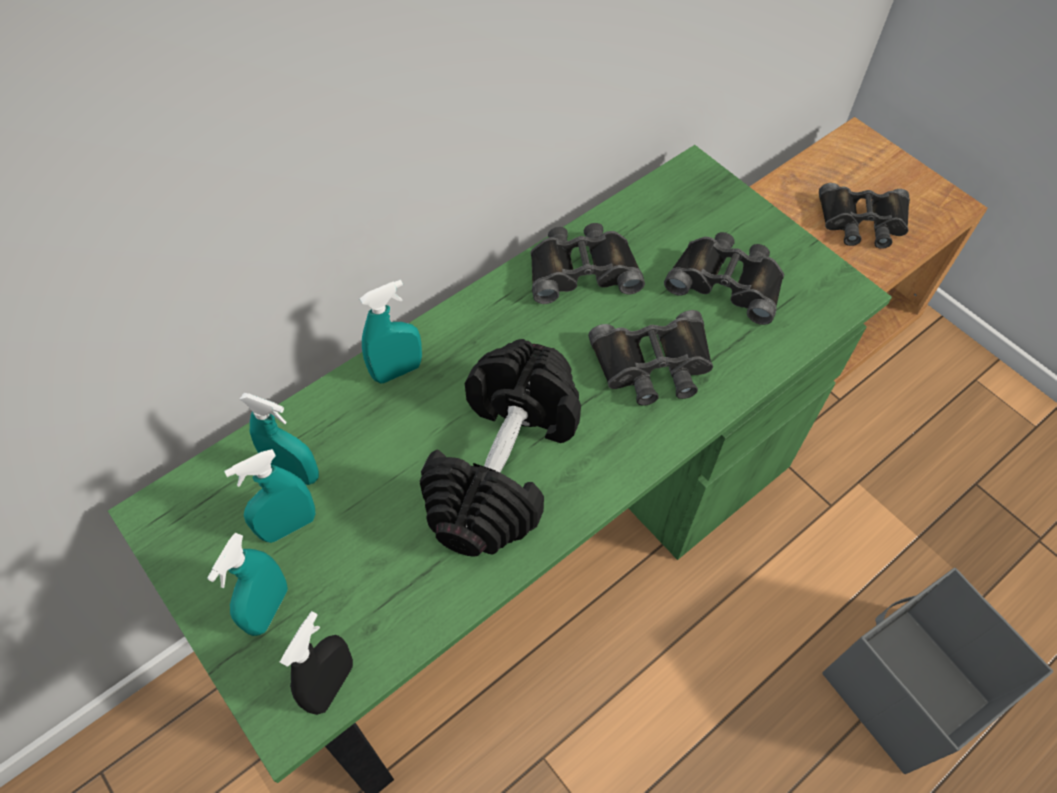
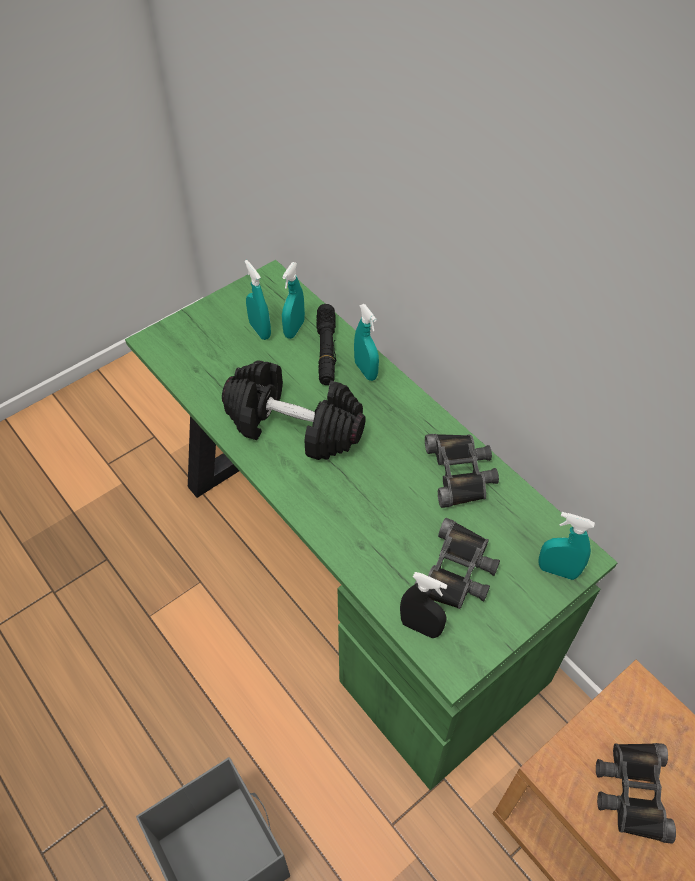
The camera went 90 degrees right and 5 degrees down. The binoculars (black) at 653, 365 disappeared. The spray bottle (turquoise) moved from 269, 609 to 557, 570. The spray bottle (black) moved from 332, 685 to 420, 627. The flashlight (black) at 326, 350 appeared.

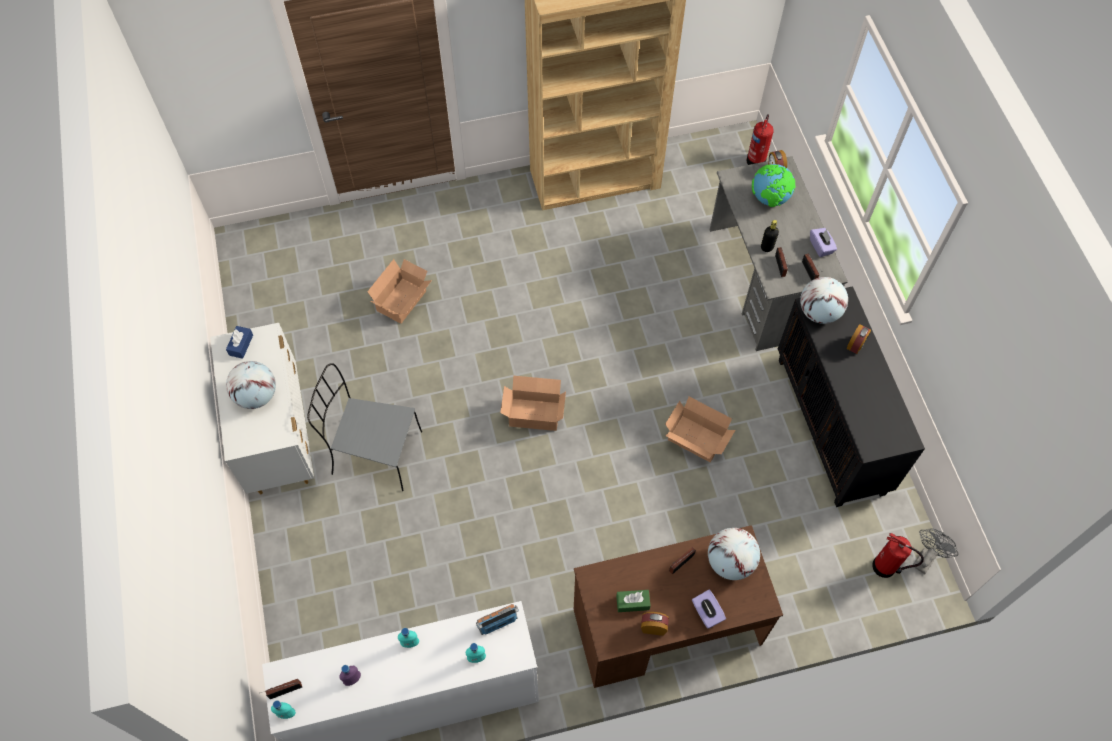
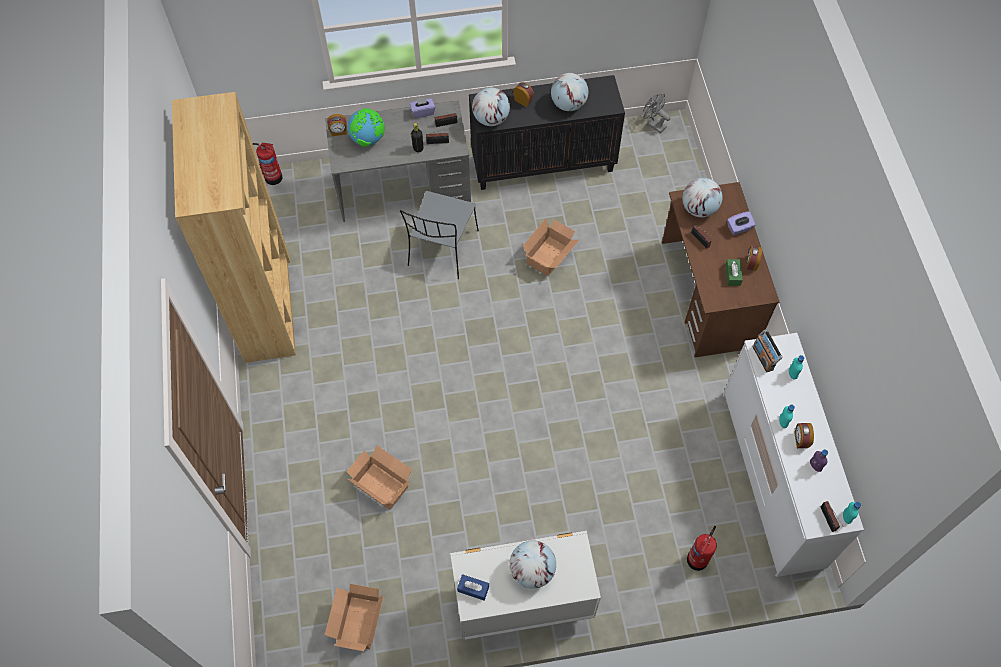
The camera went 85 degrees left and 0 degrees up. The chair (grey) moved from 374, 452 to 442, 249. The cardboard box moved from 533, 412 to 358, 623. The fire extinguisher moved from 885, 567 to 698, 558. The globe at 568, 104 appeared. The alarm clock at 800, 440 appeared.

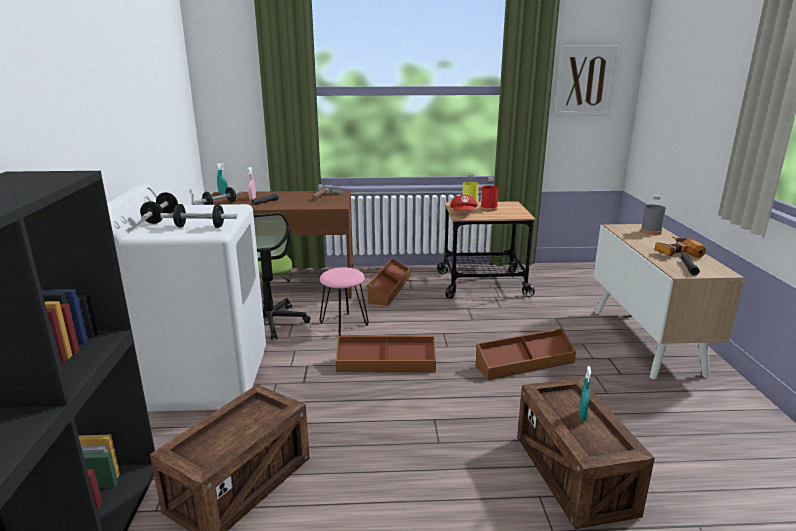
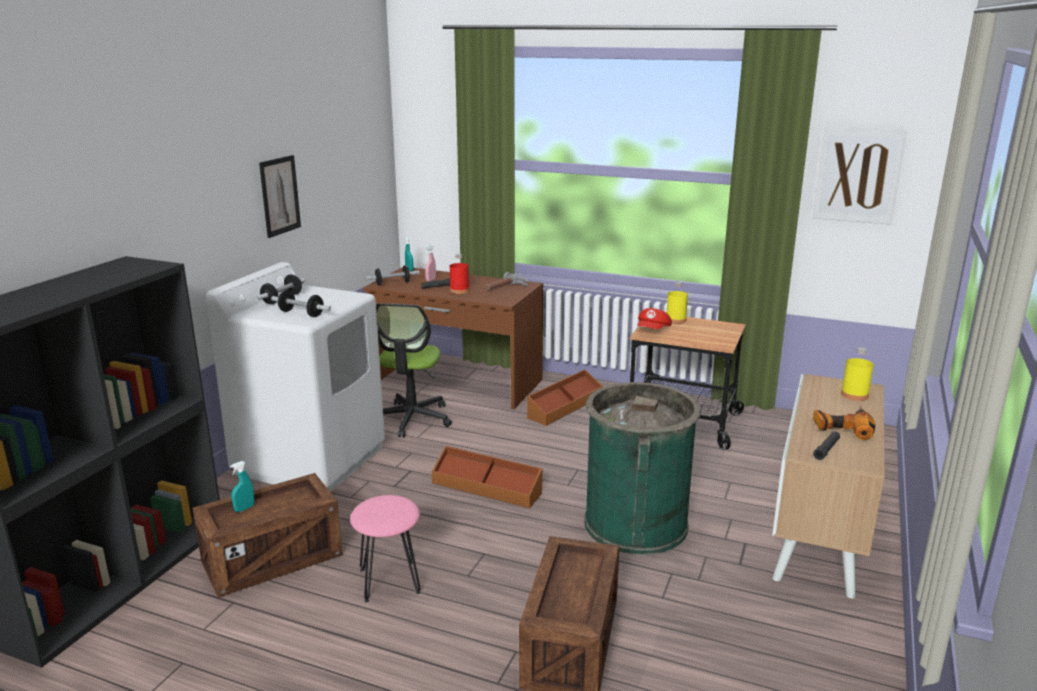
The camera went 25 degrees right and 0 degrees up. The bottle (red) moved from 489, 209 to 459, 290. The bottle (grey) at 651, 232 became the bottle (yellow) at 854, 395. The stool (pink) moved from 343, 324 to 389, 580. The storage box (brown) at 524, 363 was replaced by the trash can (green) at 635, 524. The spray bottle (turquoise) moved from 582, 415 to 244, 508. The picture at 280, 196 appeared.

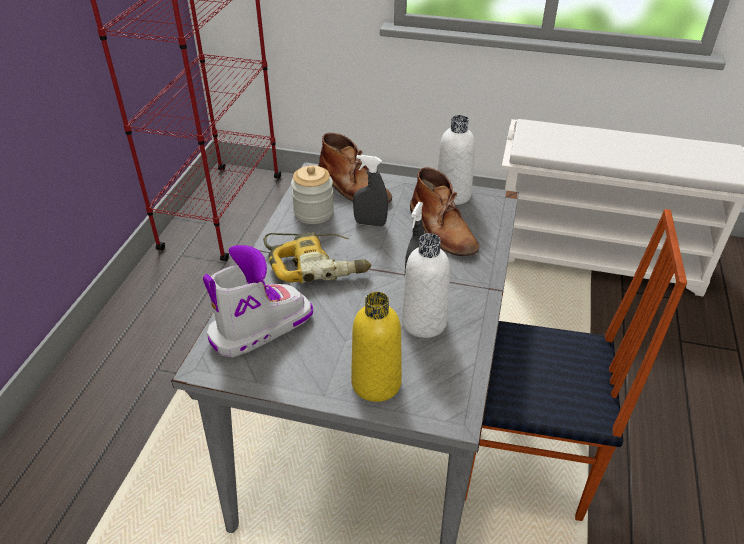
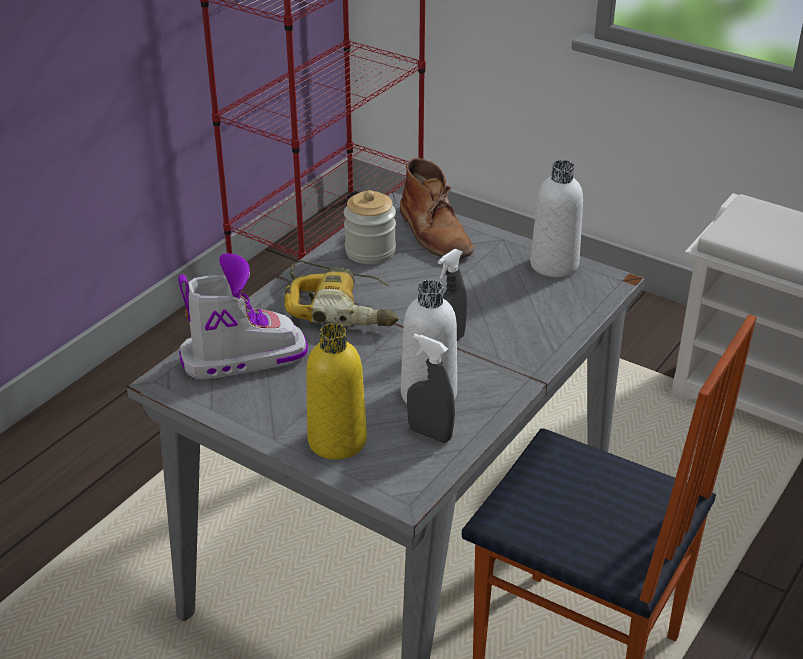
The camera went 20 degrees right and 5 degrees down. The spray bottle (grey) moved from 370, 223 to 430, 434. The boot (brown) at 442, 230 disappeared.

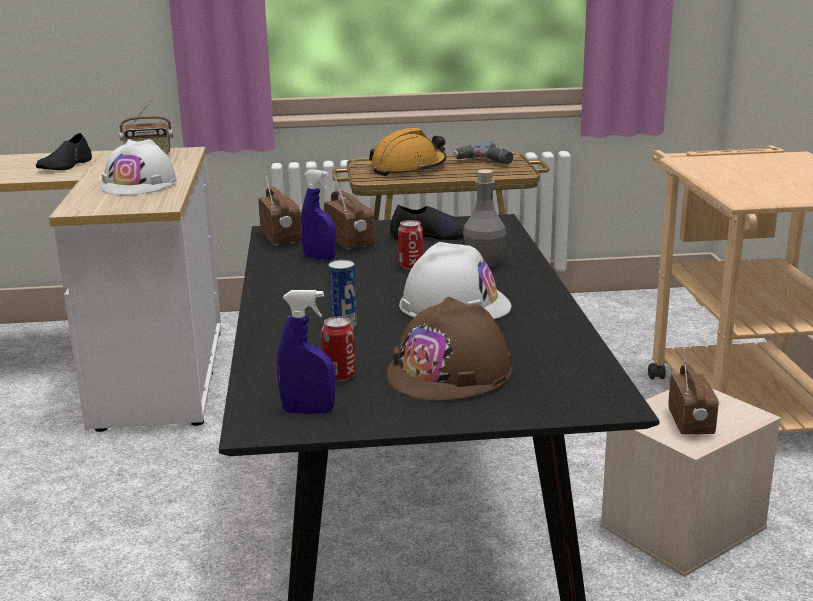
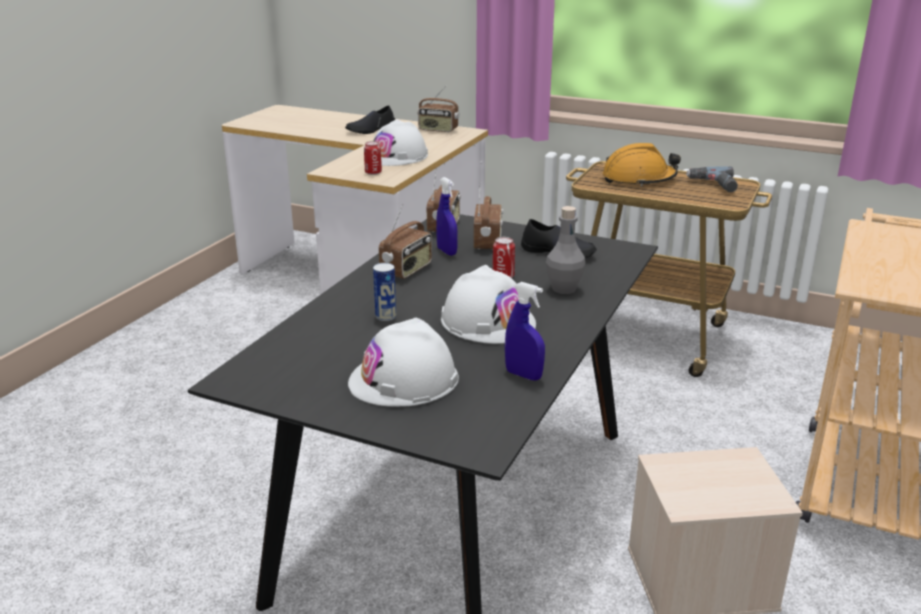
The camera went 30 degrees right and 5 degrees up. The spray bottle (blue) moved from 308, 411 to 523, 375. The hard hat (brown) at 450, 372 became the hard hat (white) at 404, 380. The can moved from 339, 376 to 373, 172. The radio moved from 691, 423 to 407, 270.

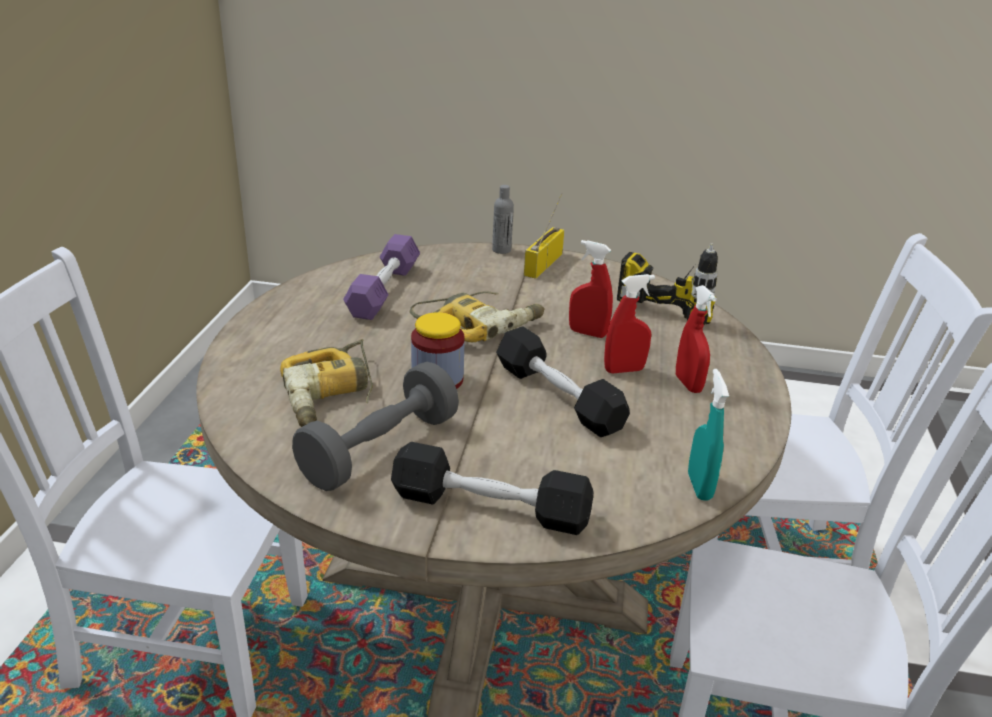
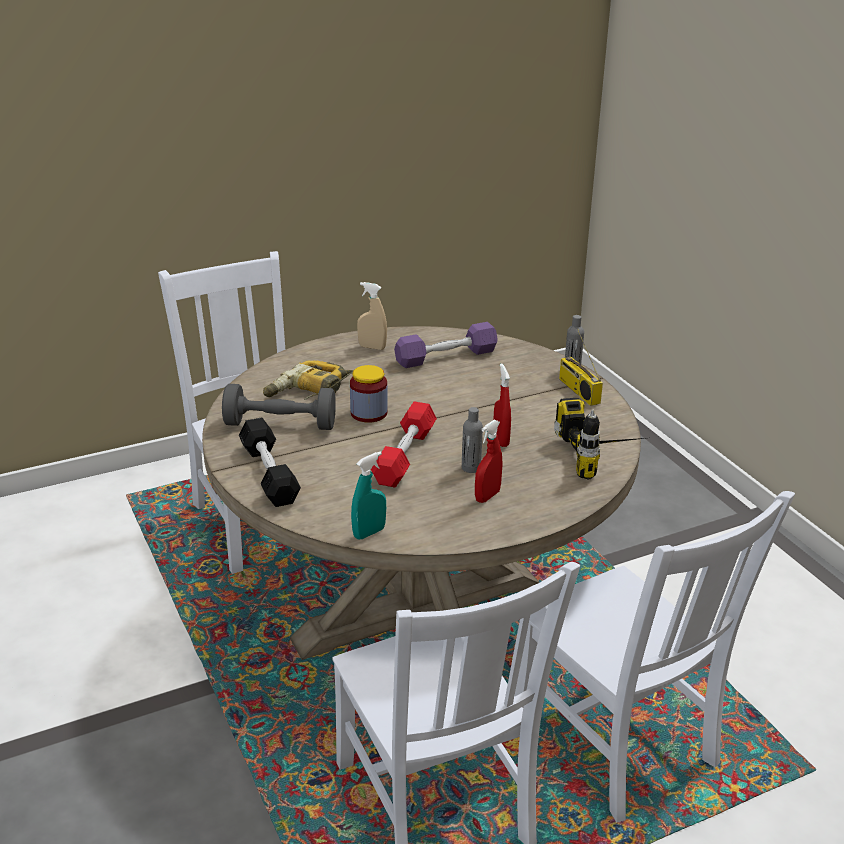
The camera went 55 degrees right and 0 degrees up. The radio at 543, 263 turned 105 degrees counterclockwise. The spray bottle (red) at 624, 370 was replaced by the bottle (grey) at 471, 468. The power drill at 479, 325 disappeared. The dumbbell (black) at 558, 397 became the dumbbell (red) at 404, 456. The spray bottle (beige) at 372, 347 appeared.

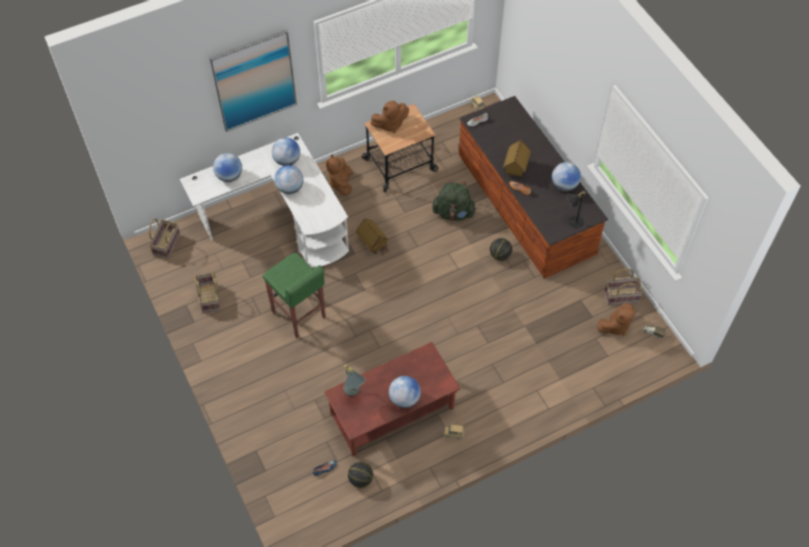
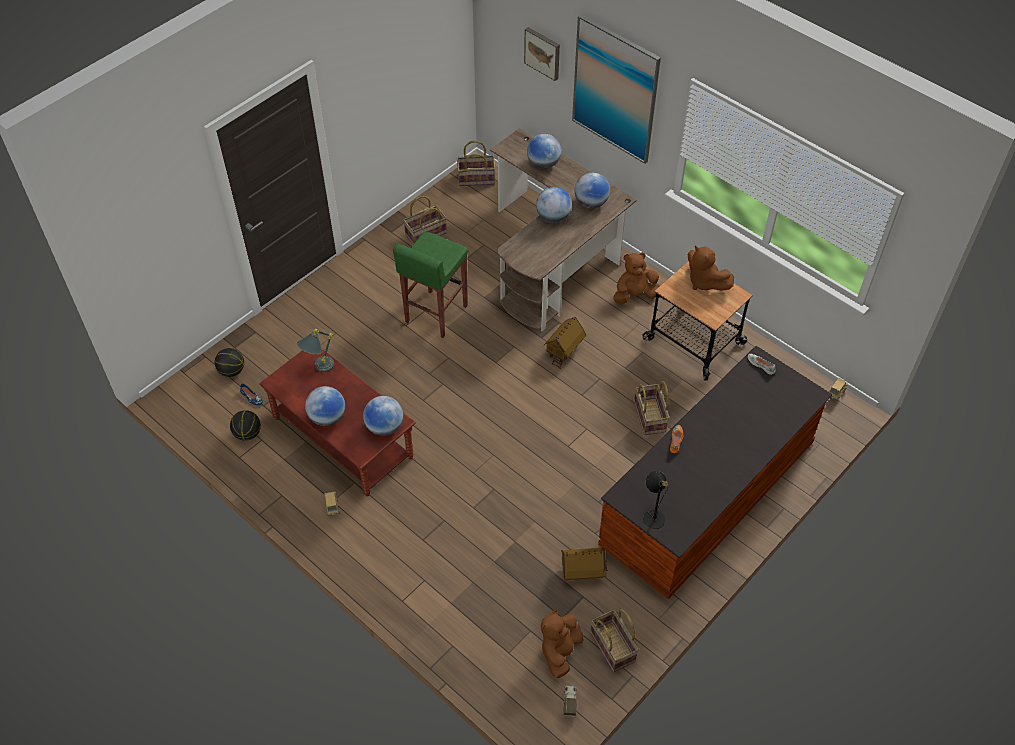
The camera went 70 degrees right and 5 degrees down. The desk (white) at 281, 220 became the desk (brown) at 554, 258. The toy house moved from 515, 167 to 582, 571. The globe moved from 564, 185 to 384, 427. The backpack (green) at 453, 213 was replaced by the basket at 650, 417. The basketball moved from 500, 255 to 232, 371. The plush toy (brown) at 615, 326 turned 75 degrees clockwise. The picture at 543, 53 appeared.

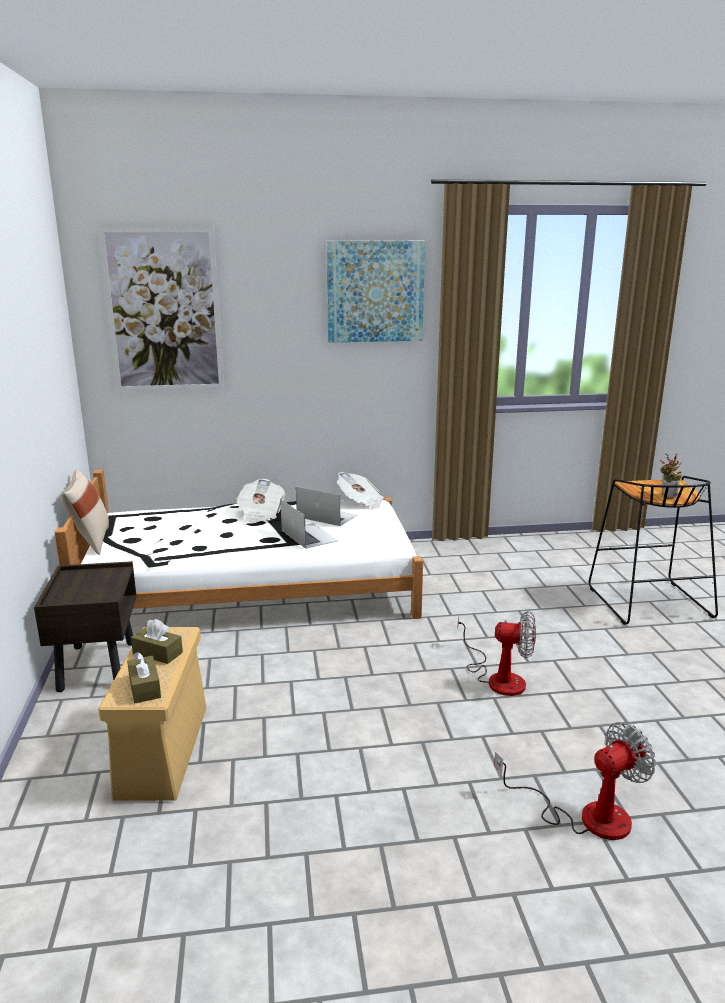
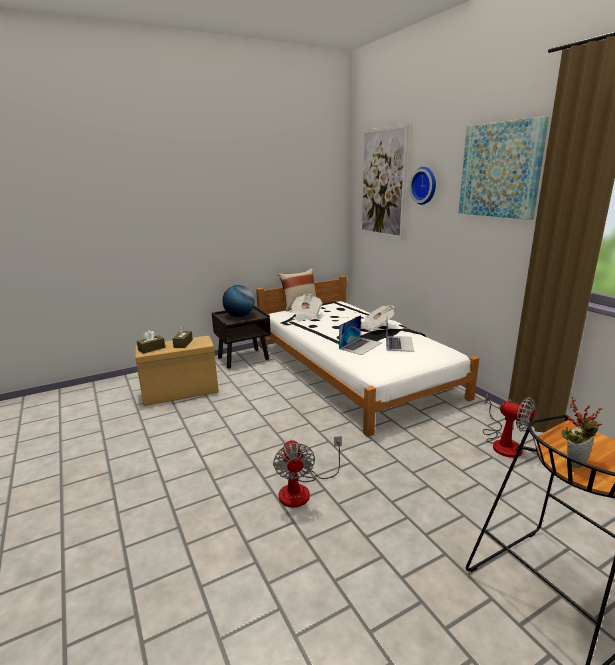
The camera went 70 degrees right and 0 degrees up. The newspaper moved from 361, 502 to 306, 316. The fan moved from 586, 816 to 503, 443. The wall clock at 425, 185 appeared. The globe at 239, 316 appeared.

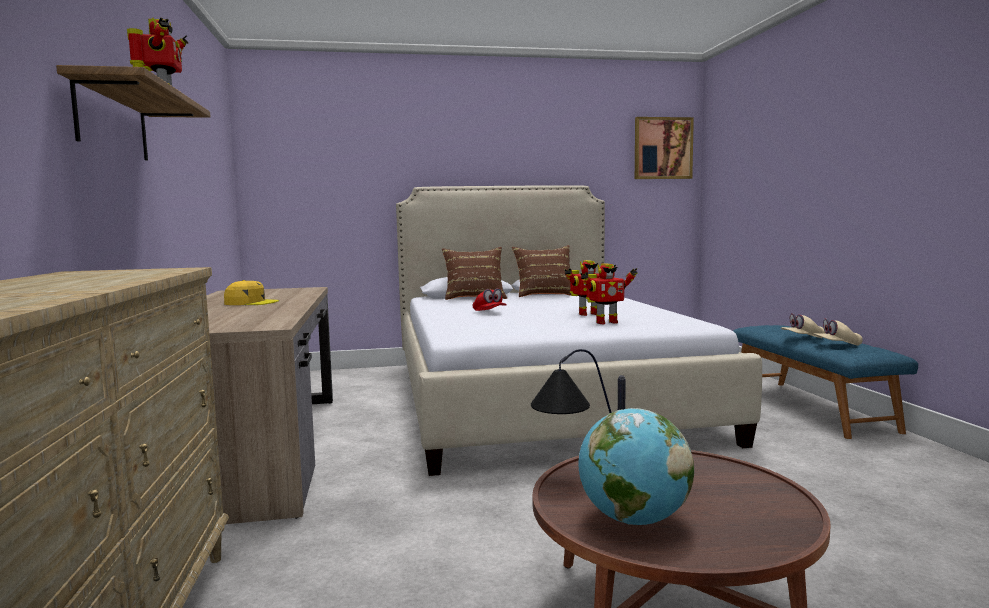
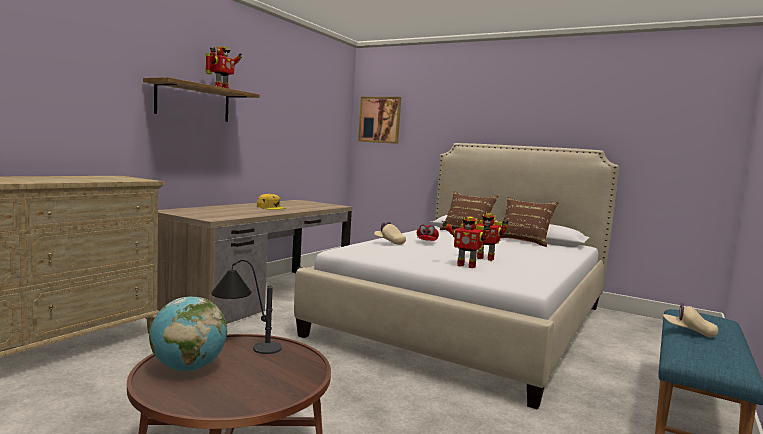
The camera went 40 degrees right and 0 degrees up. The picture moved from 663, 148 to 380, 120. The cap (beige) moved from 837, 345 to 389, 242.

